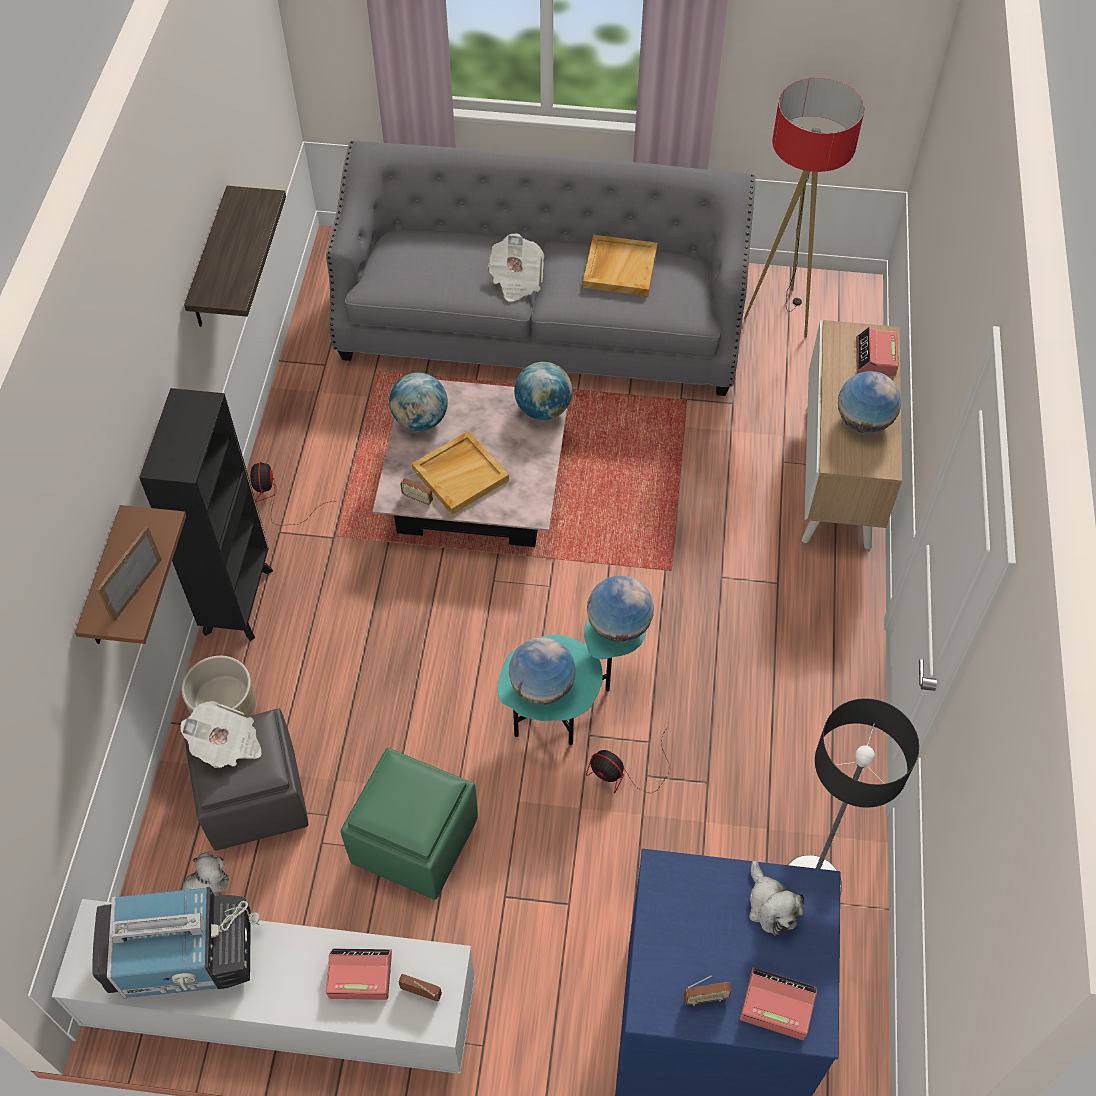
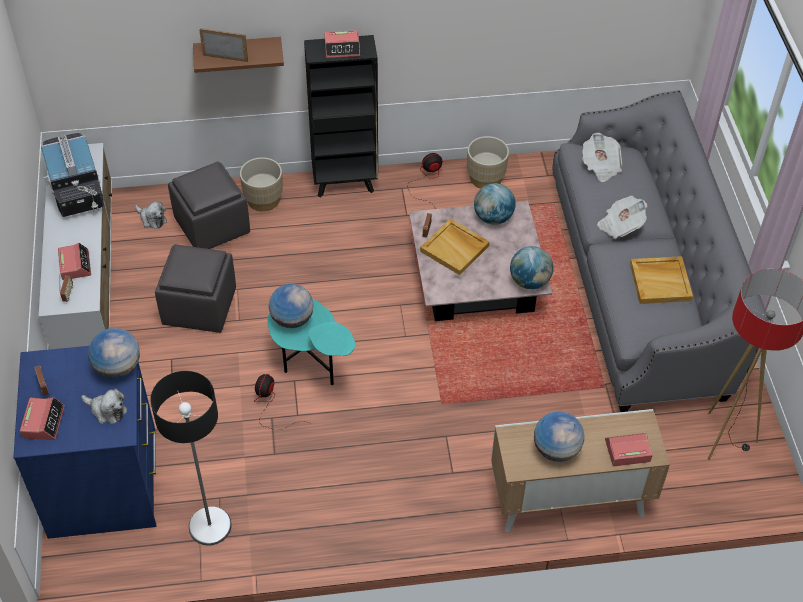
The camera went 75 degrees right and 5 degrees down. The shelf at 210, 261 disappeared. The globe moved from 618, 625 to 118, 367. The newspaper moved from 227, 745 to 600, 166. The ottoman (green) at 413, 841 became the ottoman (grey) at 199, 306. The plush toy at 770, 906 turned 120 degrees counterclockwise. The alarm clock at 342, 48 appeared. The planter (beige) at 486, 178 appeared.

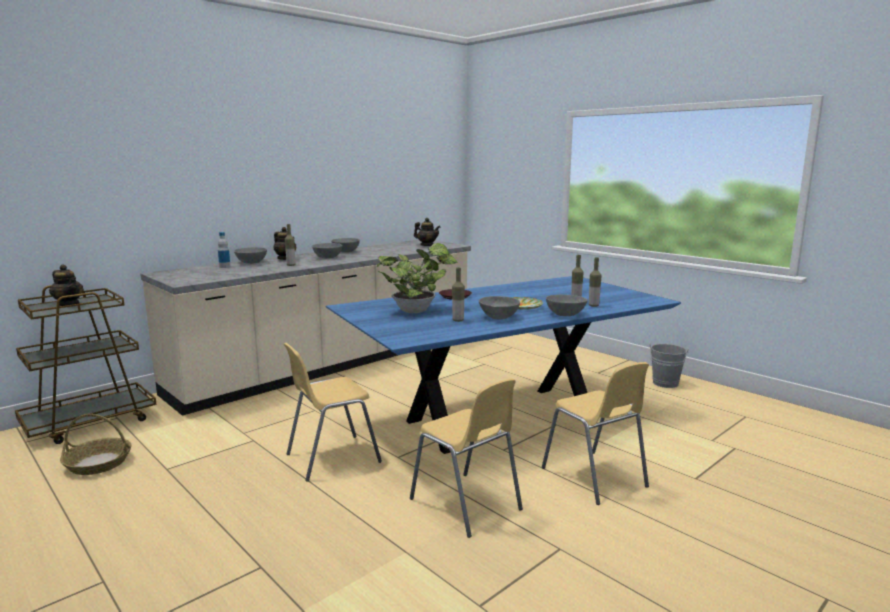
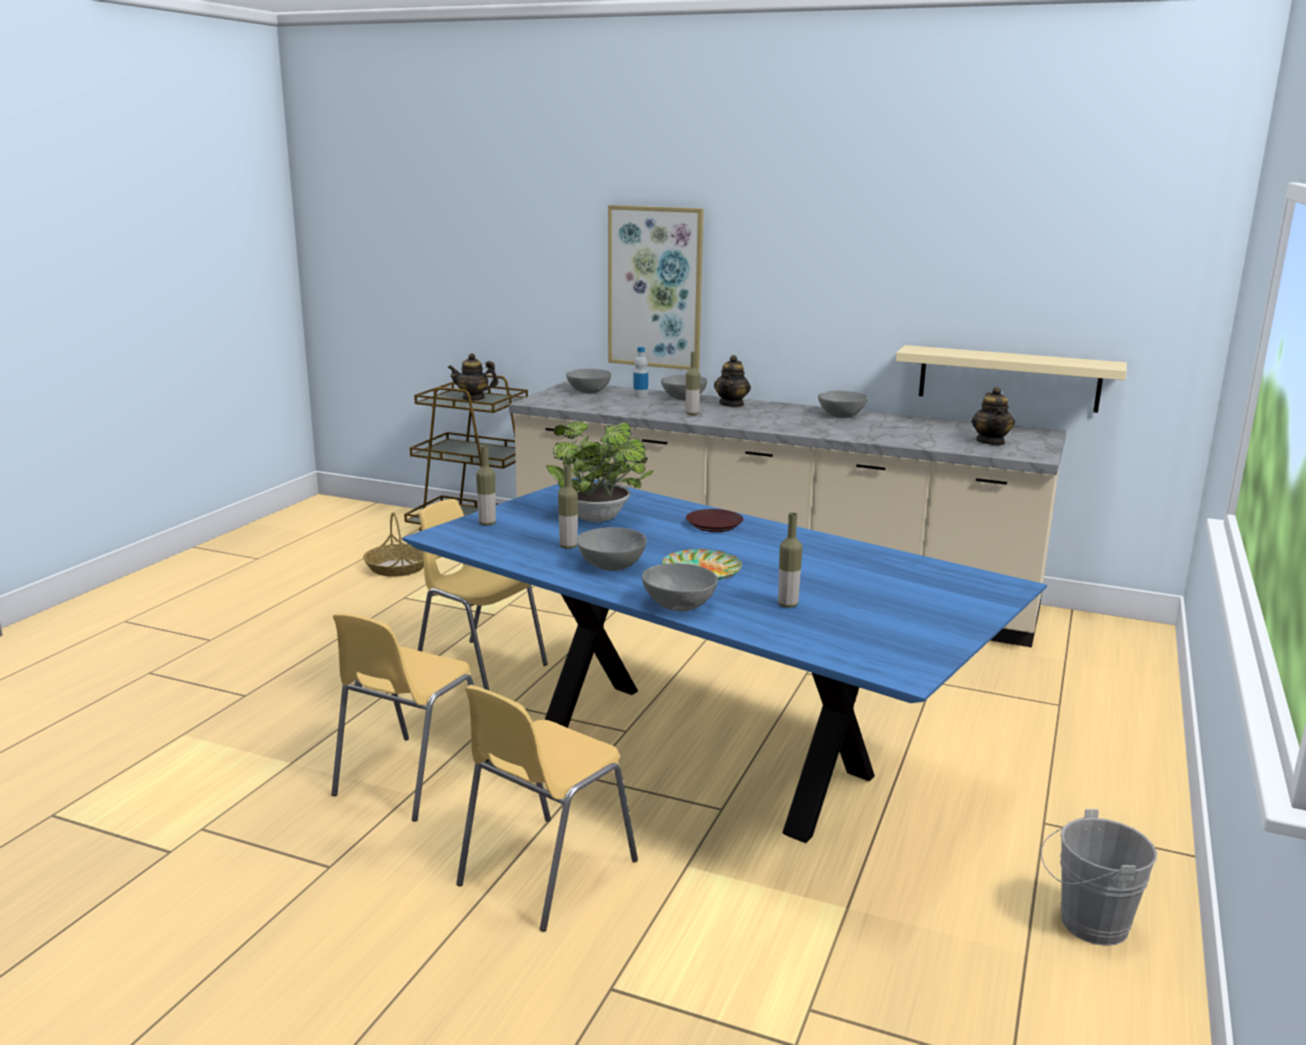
The camera went 65 degrees right and 5 degrees up. The bowl (grey) moved from 327, 257 to 588, 391. The bottle moved from 593, 306 to 487, 523. The teapot at 68, 304 turned 75 degrees clockwise. The picture at 655, 287 appeared. The shelf (beige) at 1008, 378 appeared.

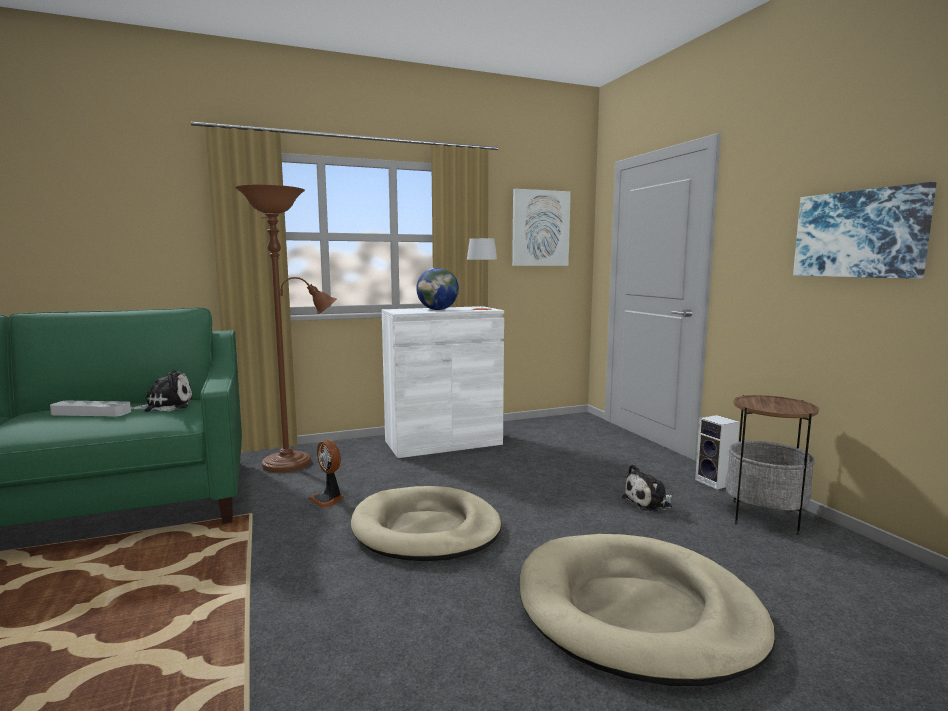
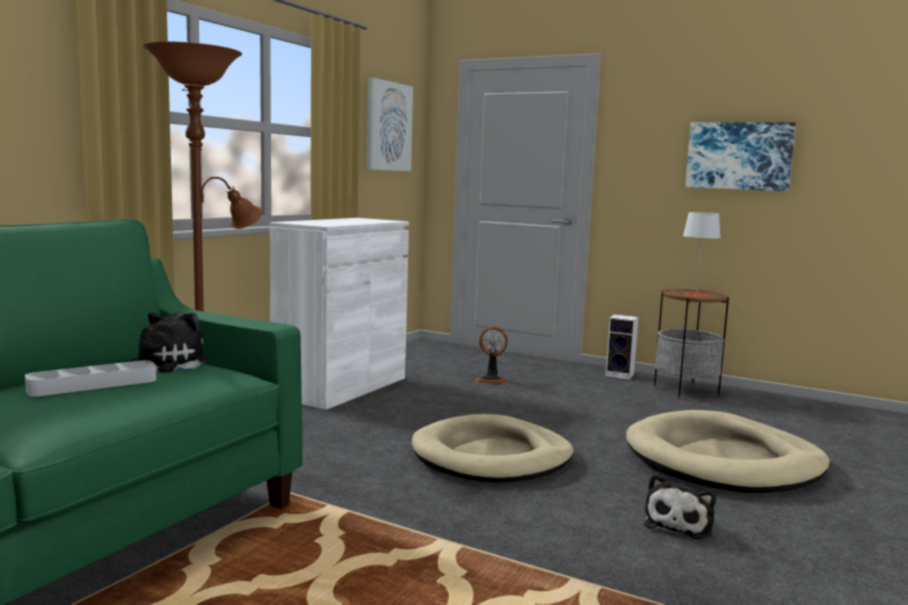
The camera went 40 degrees left and 0 degrees up. The table lamp (grey) moved from 481, 309 to 696, 294. The globe at 438, 309 disappeared. The fan moved from 328, 499 to 491, 380. The plush toy moved from 649, 502 to 680, 524.

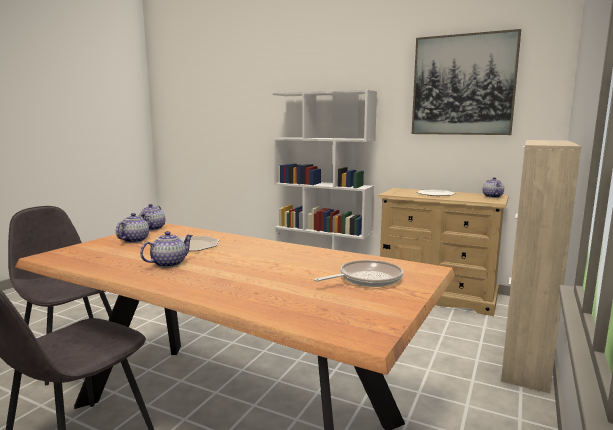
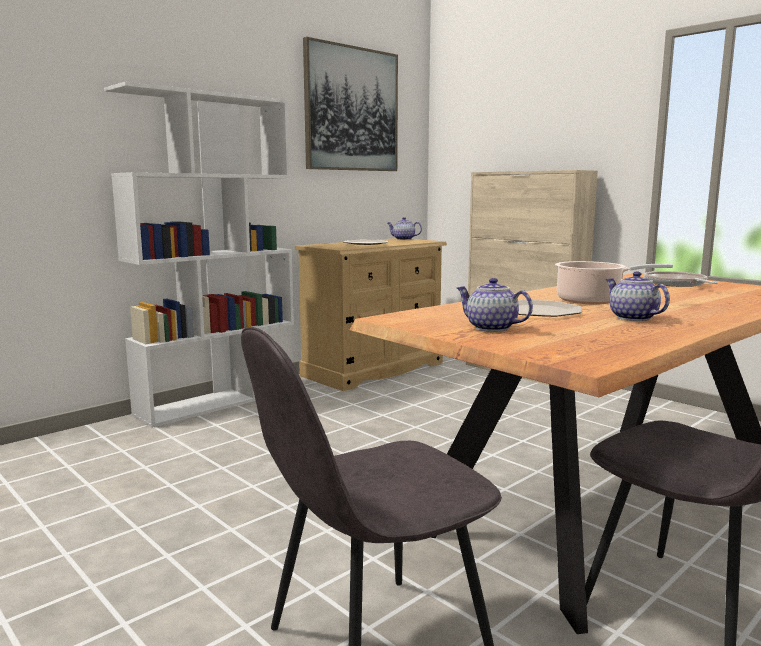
The camera went 70 degrees left and 0 degrees up. The teapot at 153, 228 disappeared. The cooking pot at 592, 301 appeared.

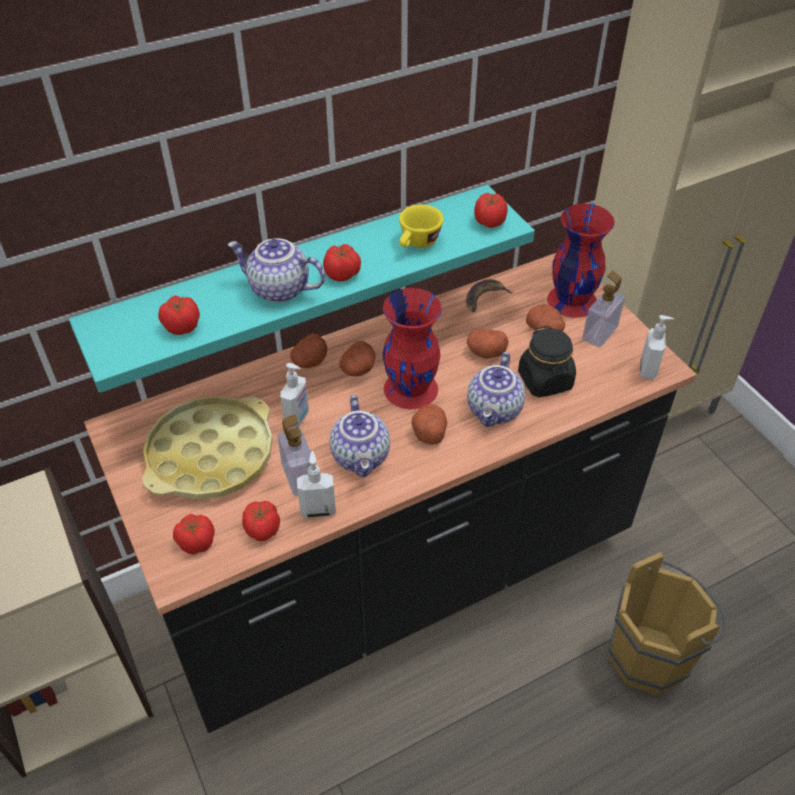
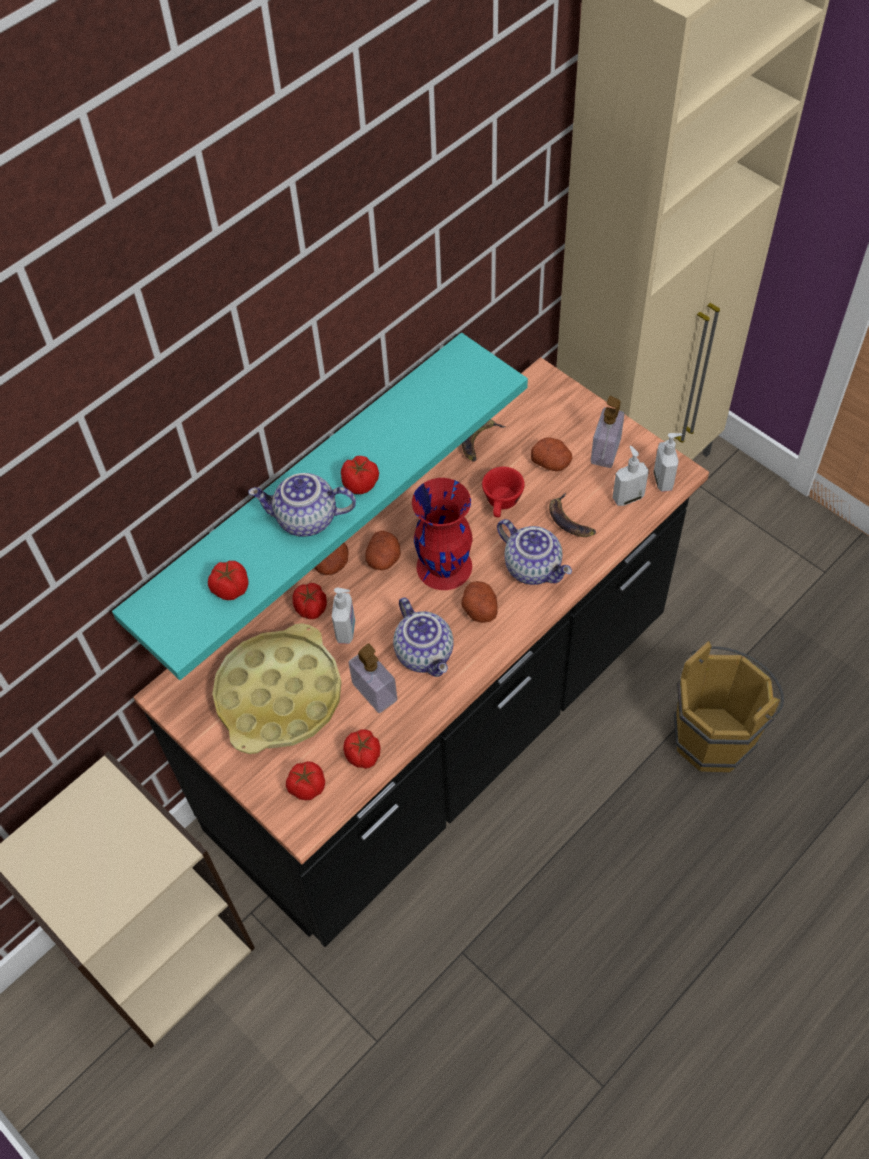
The camera went 15 degrees left and 10 degrees up. The tomato moved from 489, 222 to 311, 609. The vase (red) at 571, 300 disappeared. The cup (yellow) at 417, 243 disappeared. The jar (black) at 545, 381 was replaced by the banana at 570, 520. The potato at 485, 352 was replaced by the cup (red) at 502, 504. The teapot at 495, 411 turned 45 degrees counterclockwise. The soap dispenser moved from 318, 510 to 627, 497.

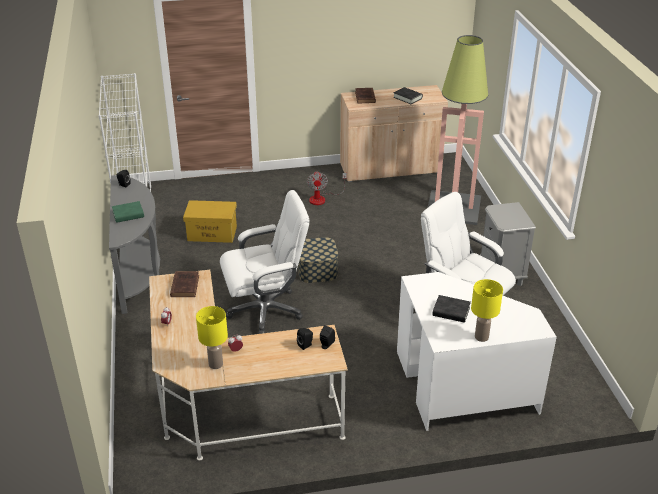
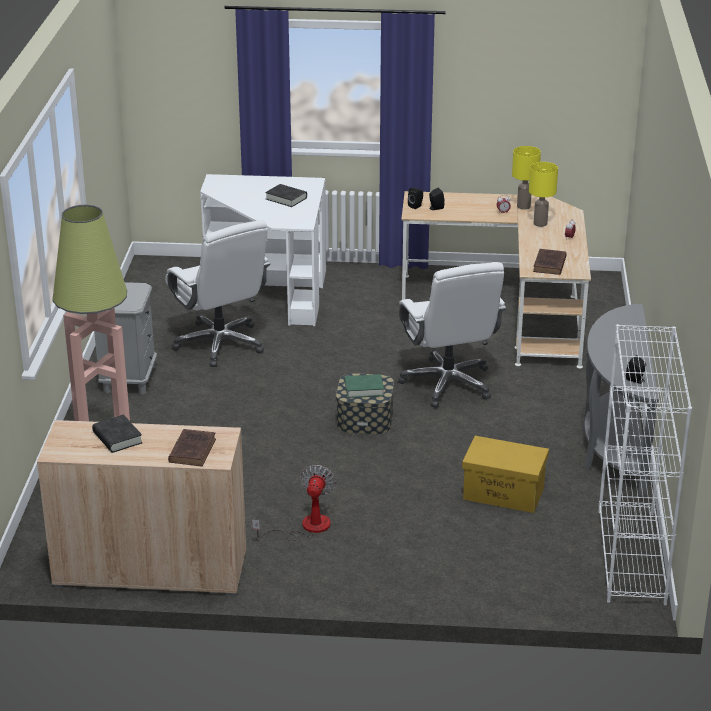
The camera went 165 degrees left and 5 degrees down. The office chair (white) at 266, 310 turned 105 degrees counterclockwise. The book (green) moved from 128, 214 to 364, 389. The table lamp (yellow) moved from 481, 337 to 540, 224.

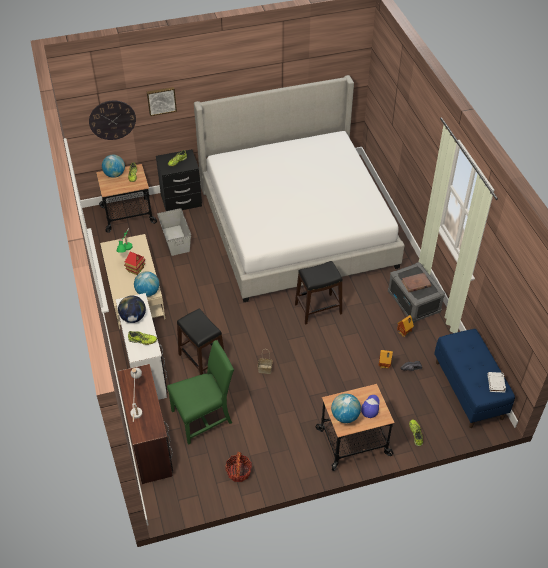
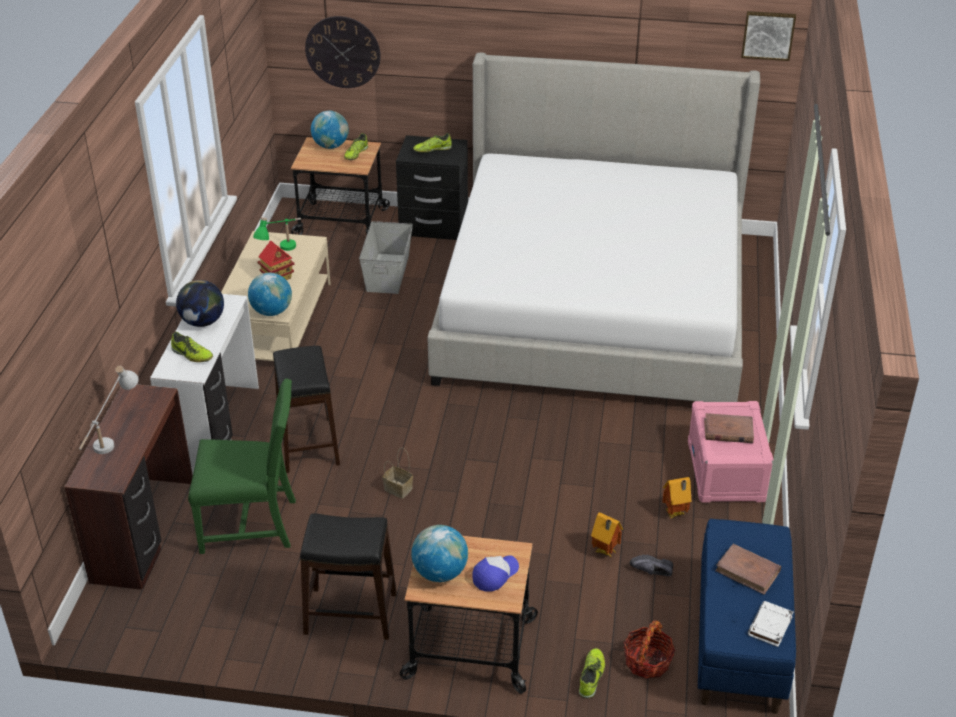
The camera went 25 degrees right and 10 degrees down. The picture moved from 161, 100 to 768, 35. The stool (black) moved from 318, 309 to 351, 614. The storage box (grey) at 414, 301 became the storage box (pink) at 726, 472. The basket moved from 238, 472 to 647, 662. The book (brown) at 748, 571 appeared.

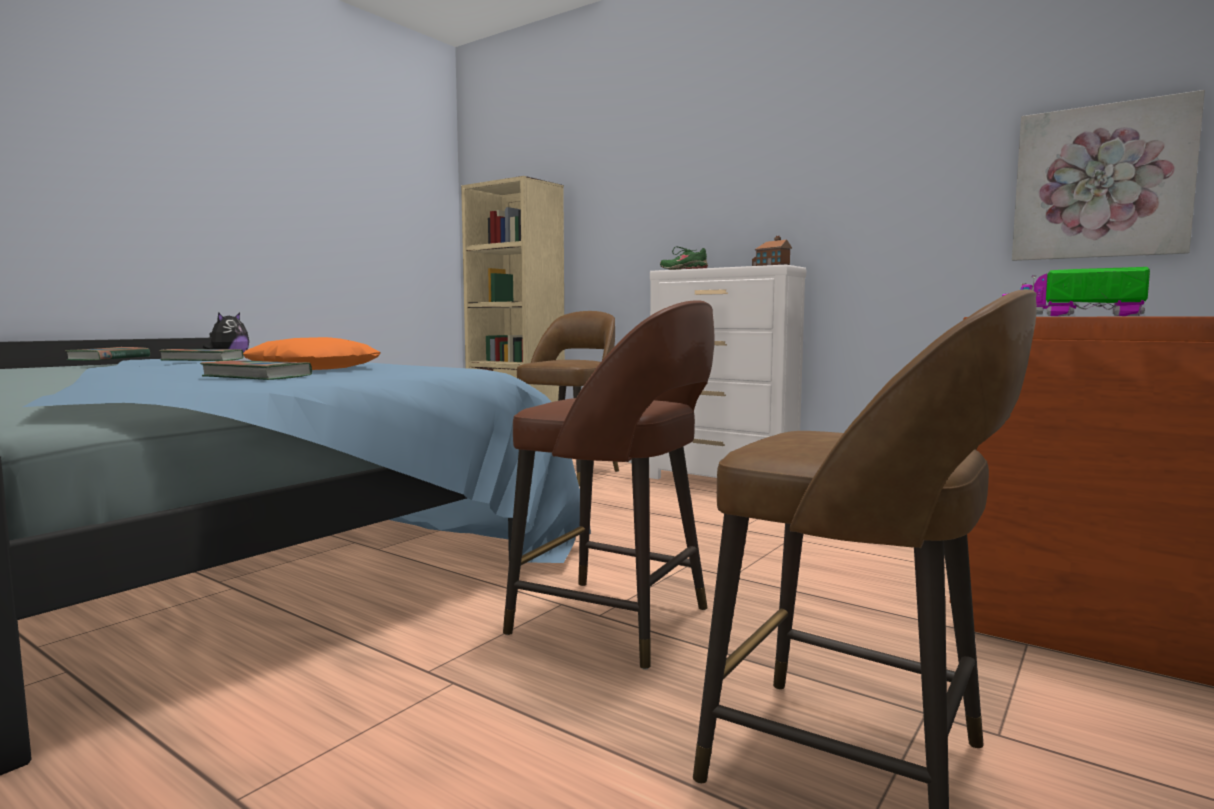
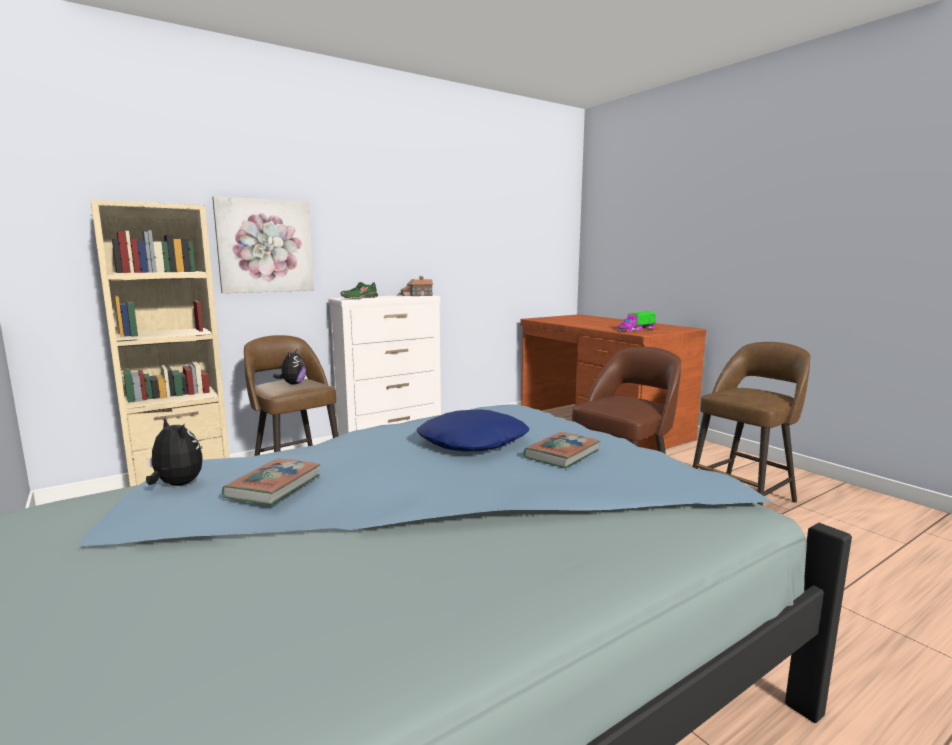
The camera went 70 degrees left and 5 degrees up. The picture moved from 1101, 182 to 265, 246. The pillow (orange) at 315, 368 became the pillow (blue) at 472, 441. The book at 109, 358 disappeared. The plush toy at 292, 384 appeared.

